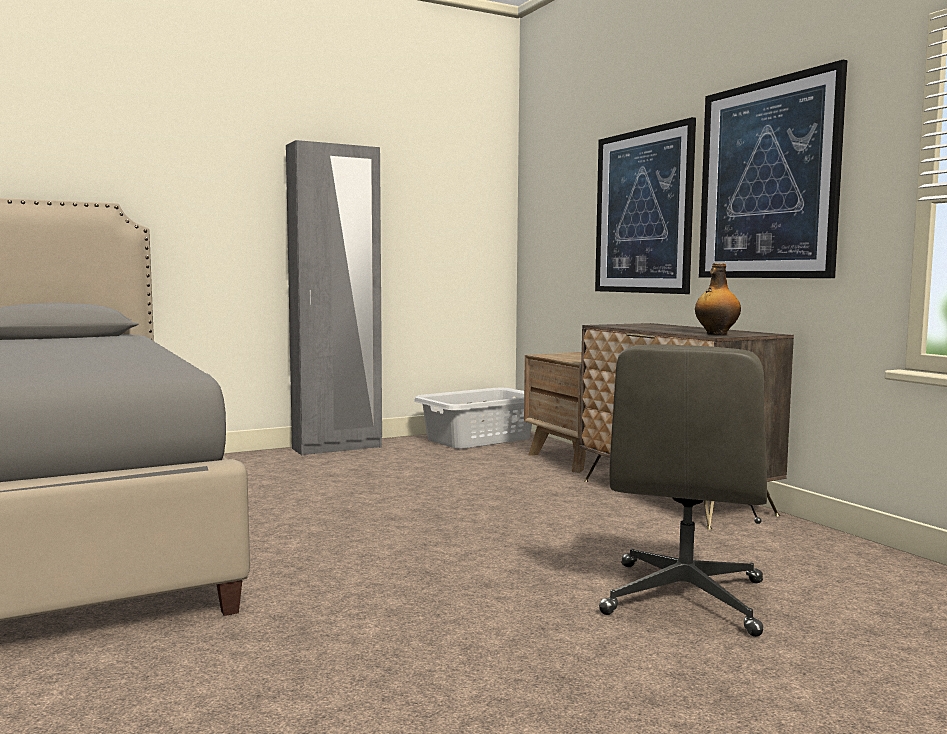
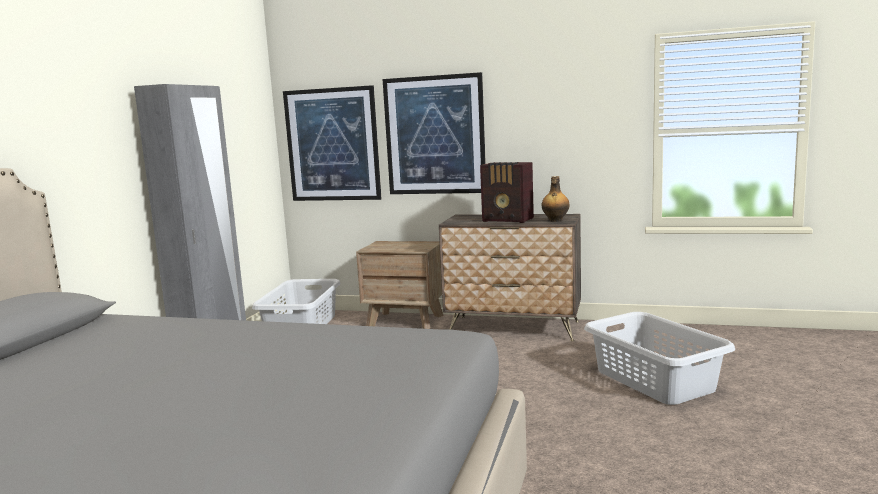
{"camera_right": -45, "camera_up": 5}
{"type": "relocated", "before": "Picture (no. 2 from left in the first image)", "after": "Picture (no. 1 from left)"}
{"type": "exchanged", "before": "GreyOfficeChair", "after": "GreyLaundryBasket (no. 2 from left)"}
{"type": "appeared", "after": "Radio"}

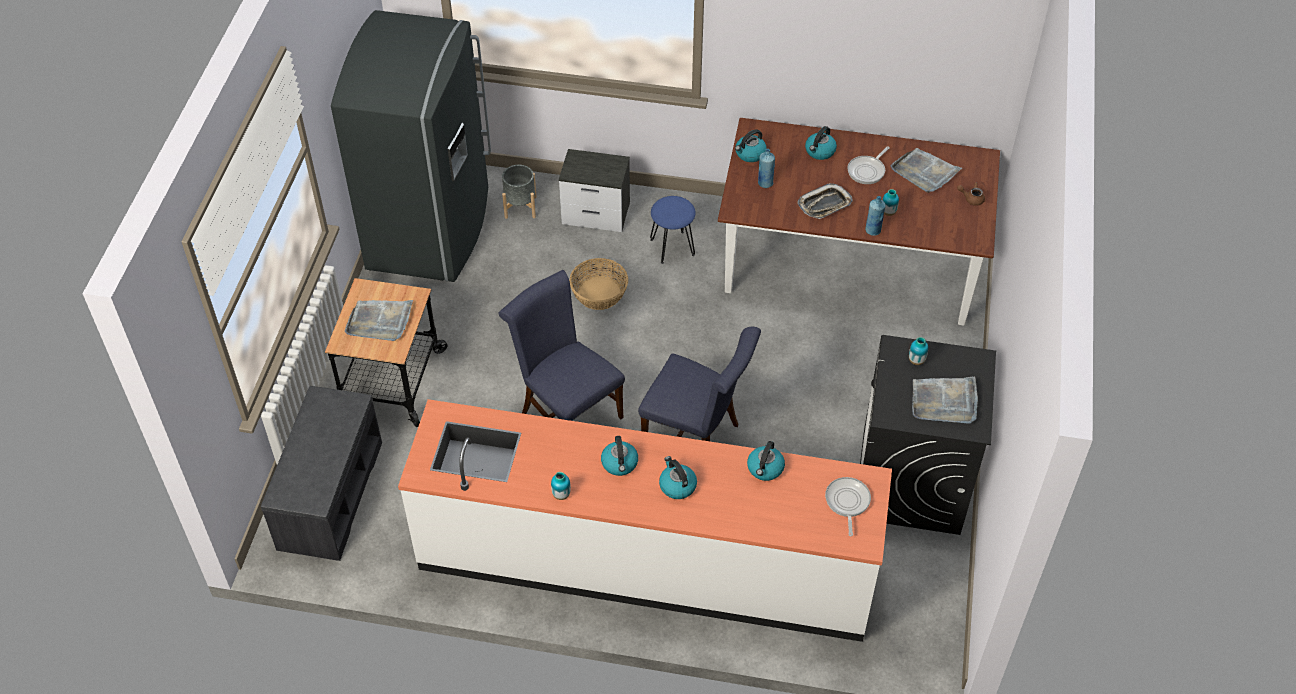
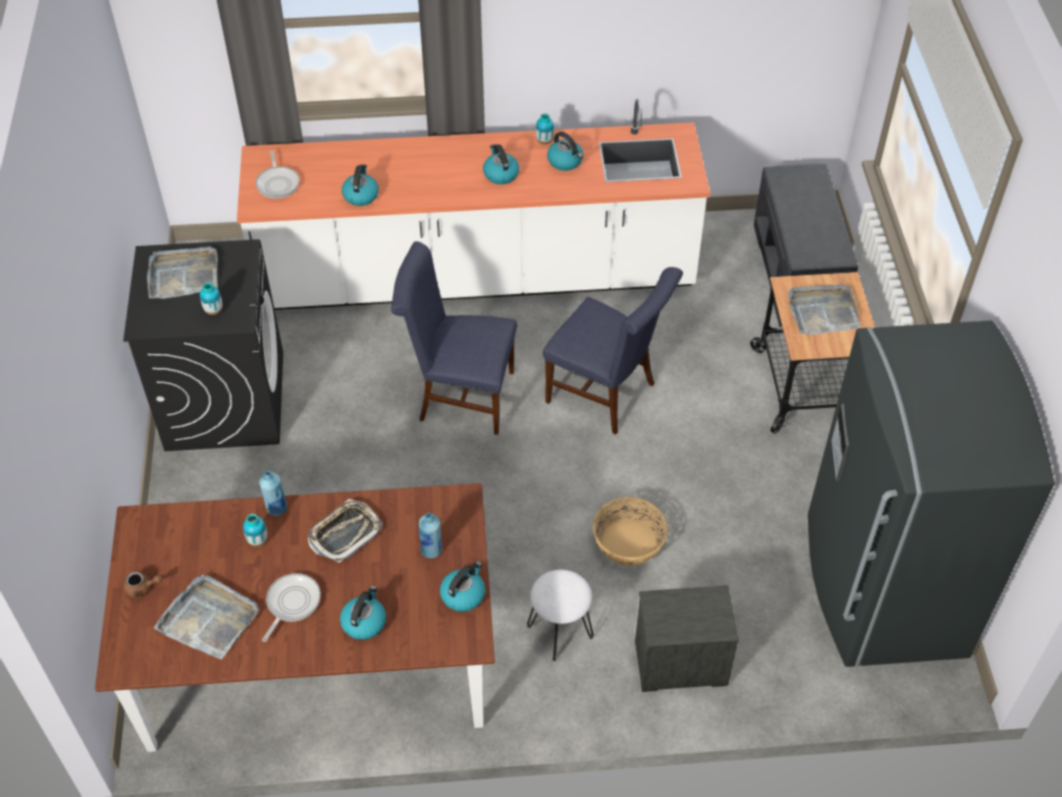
{"camera_right": 165, "camera_up": 0}
{"type": "missing", "before": "GreyPlanter"}
{"type": "colour", "before": "BlueStool", "after": "WhiteStool"}
{"type": "relocated", "before": "Kettle (no. 2 from left in the first image)", "after": "Kettle (no. 5 from left)"}

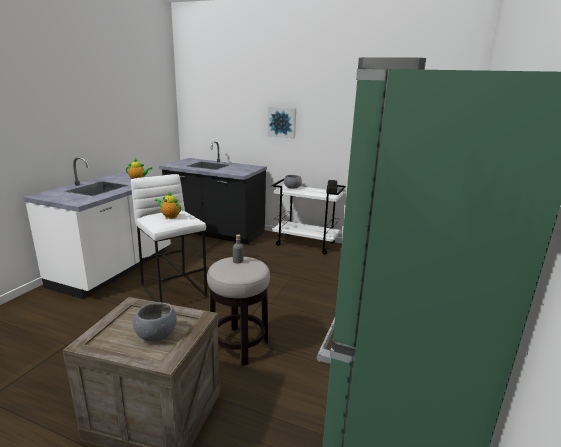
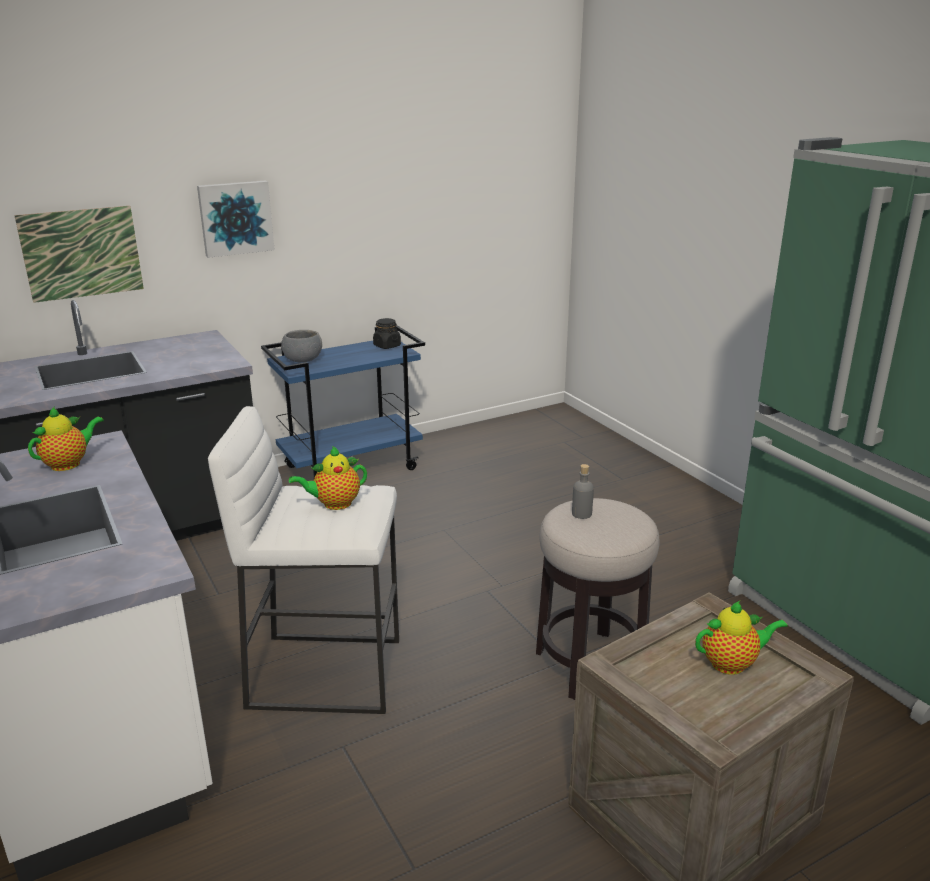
{"camera_right": -50, "camera_up": 5}
{"type": "colour", "before": "WhiteCart", "after": "BlueCart"}
{"type": "exchanged", "before": "GreyBowl (no. 1 from left)", "after": "Teapot (no. 3 from left)"}
{"type": "appeared", "after": "Picture (no. 1 from left)"}

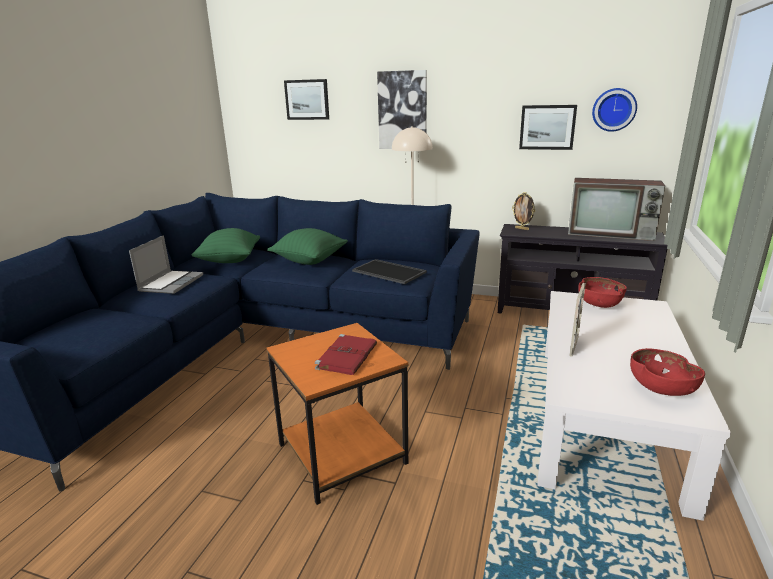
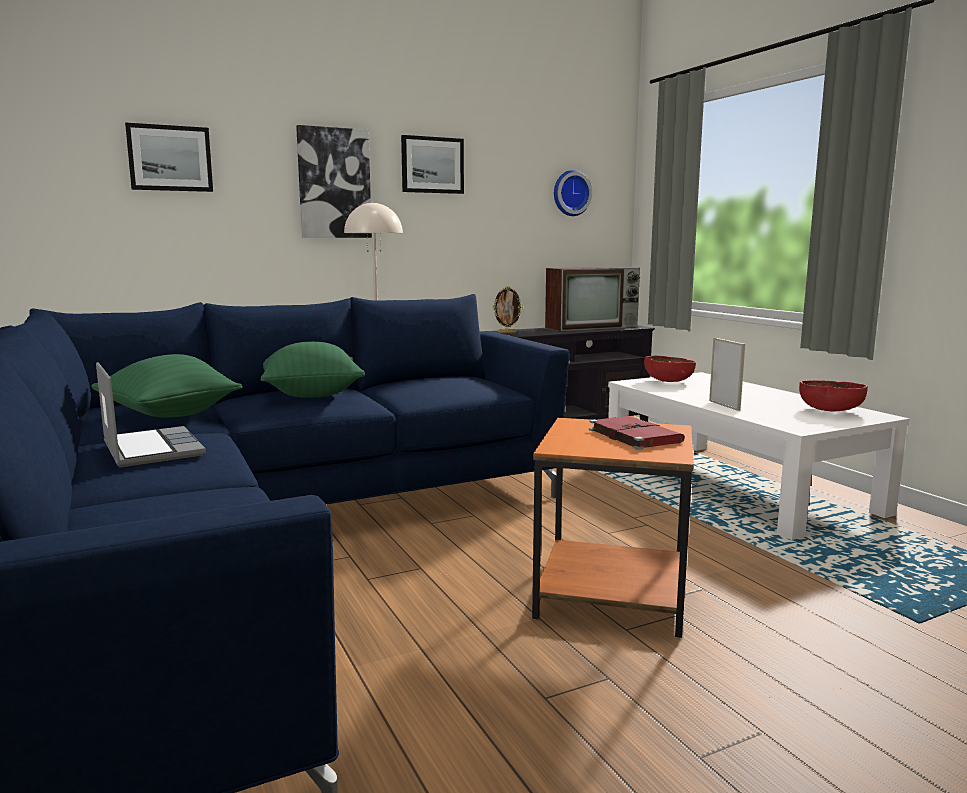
{"camera_right": -45, "camera_up": -10}
{"type": "relocated", "before": "Picture (no. 3 from left)"}
{"type": "missing", "before": "Tray"}

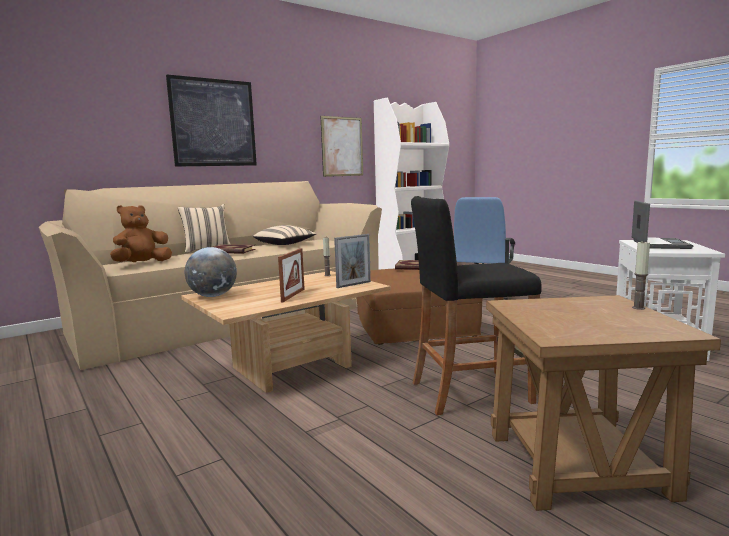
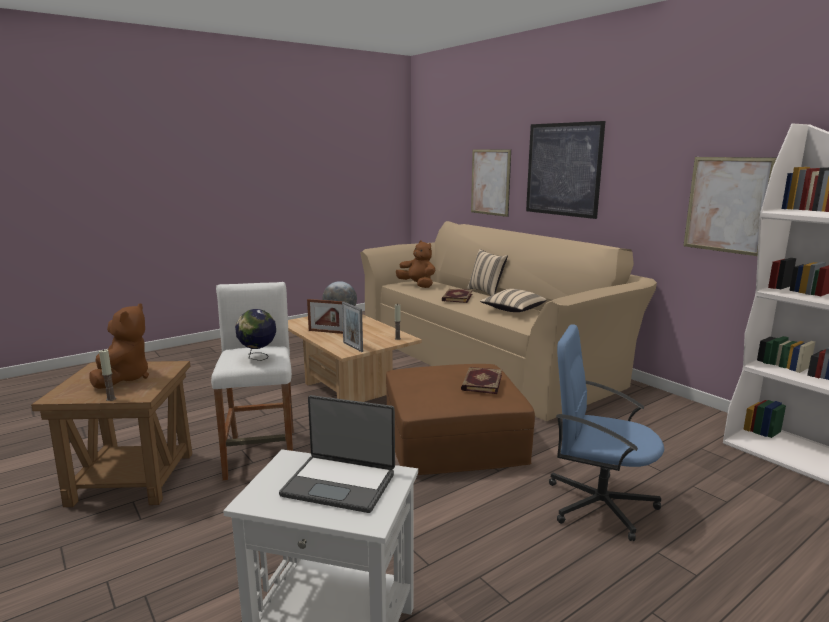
{"camera_right": 90, "camera_up": 5}
{"type": "colour", "before": "BlackStool", "after": "WhiteStool"}
{"type": "appeared", "after": "Picture (no. 1 from left)"}
{"type": "appeared", "after": "BrownPlushToy (no. 1 from left)"}
{"type": "appeared", "after": "Globe (no. 1 from left)"}

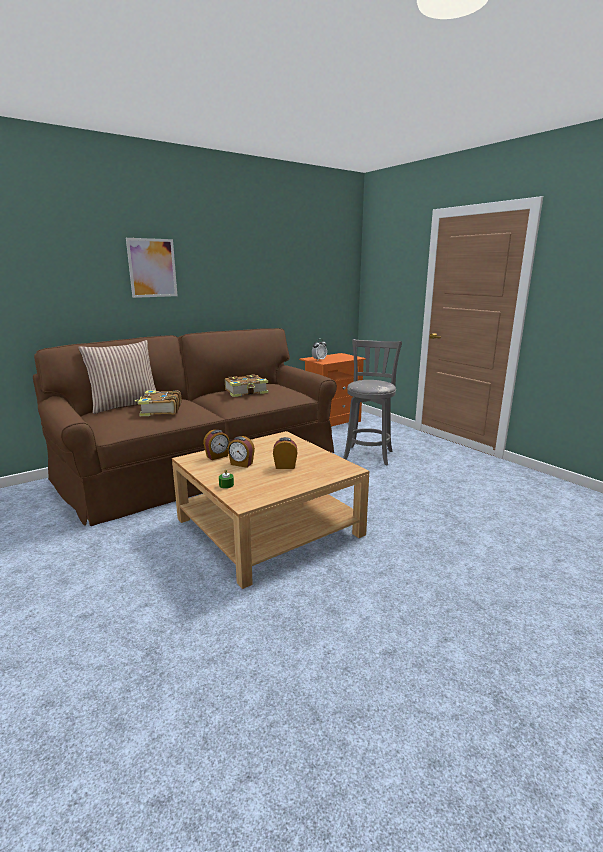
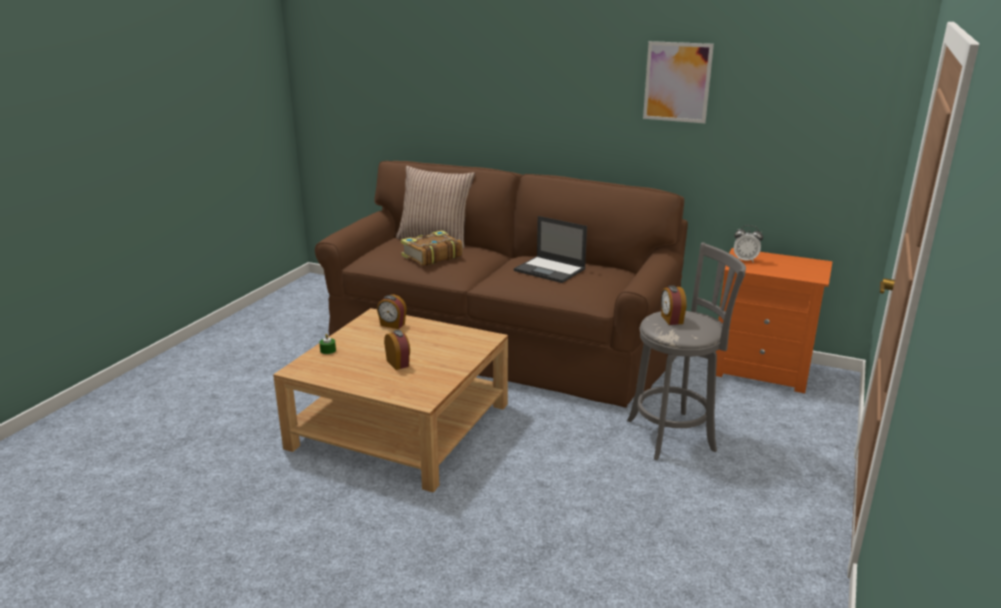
{"camera_right": 60, "camera_up": 5}
{"type": "relocated", "before": "Picture"}
{"type": "exchanged", "before": "Book (no. 2 from left)", "after": "Laptop"}
{"type": "relocated", "before": "AlarmClock (no. 2 from left in the first image)", "after": "AlarmClock (no. 3 from left)"}

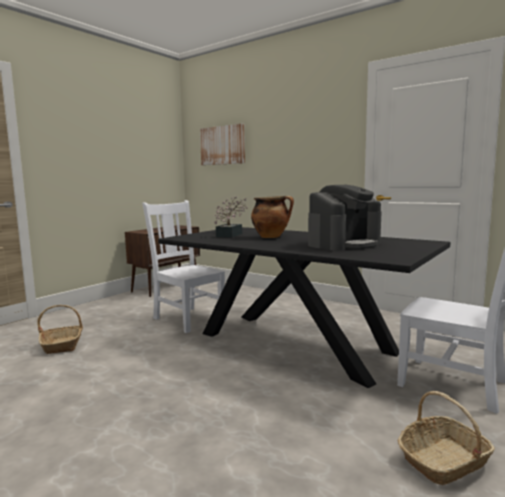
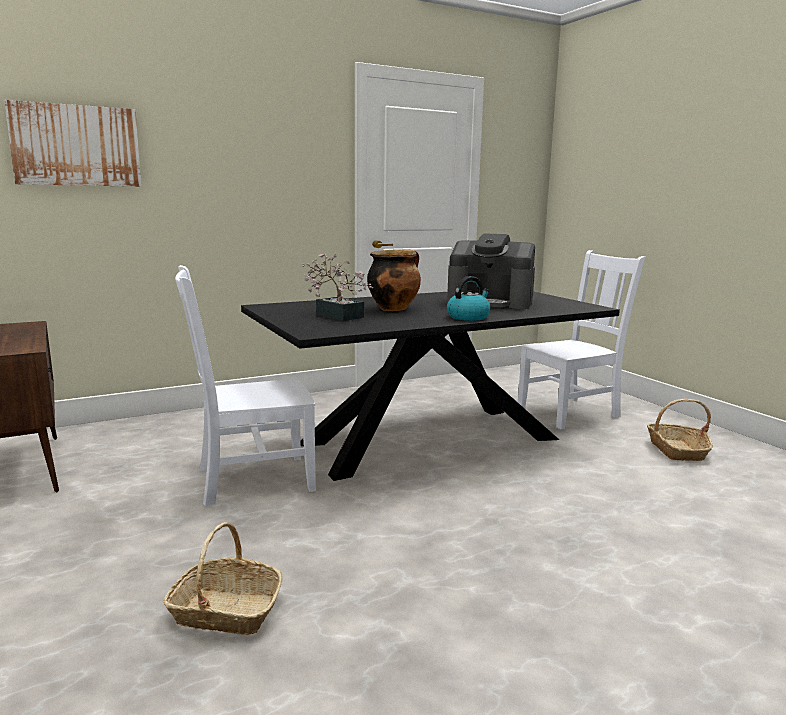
{"camera_right": -65, "camera_up": 5}
{"type": "spun", "before": "CoffeeMachine", "turn": 120}
{"type": "appeared", "after": "Kettle"}

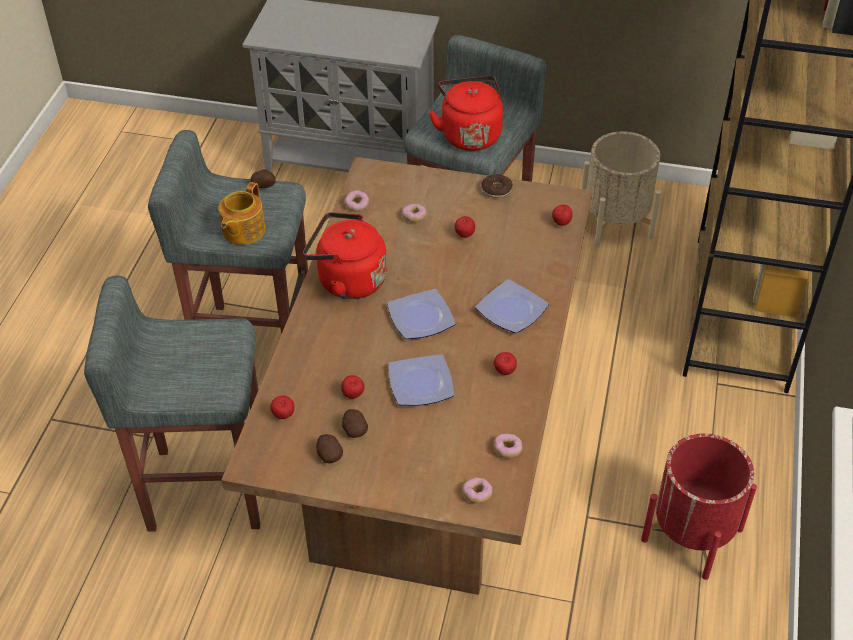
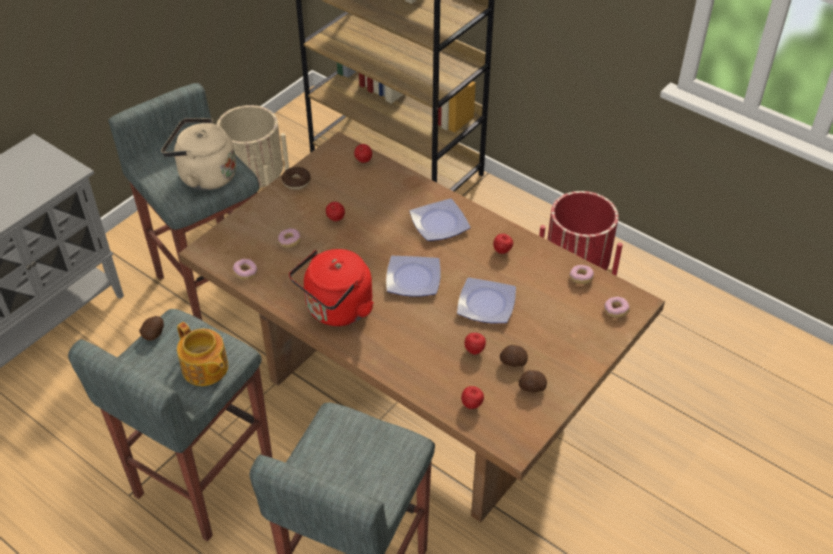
{"camera_right": -65, "camera_up": 0}
{"type": "colour", "before": "RedKettle (no. 2 from left)", "after": "BeigeKettle"}

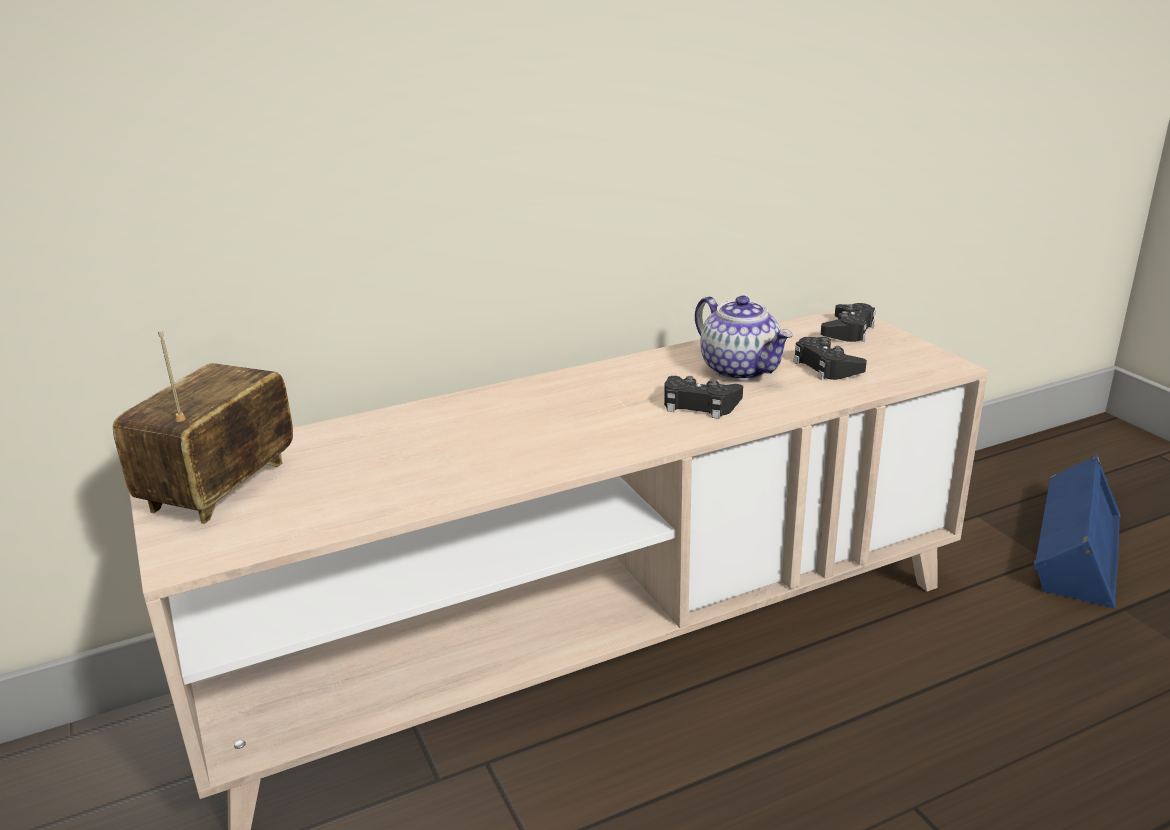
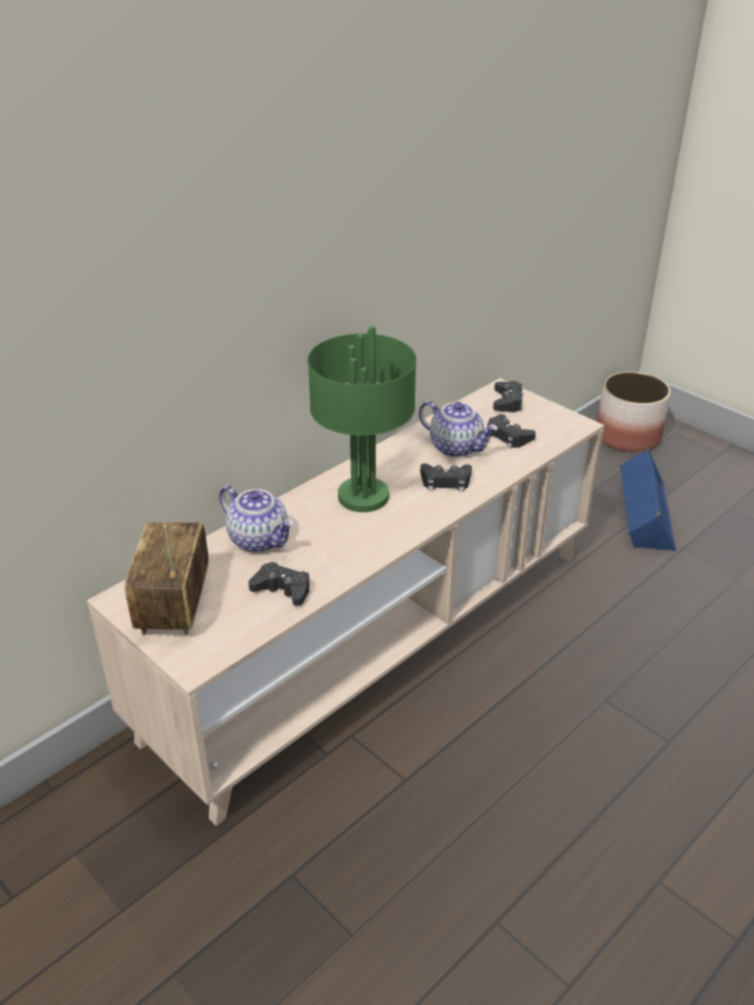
{"camera_right": -20, "camera_up": 10}
{"type": "appeared", "after": "GreenTableLamp"}
{"type": "appeared", "after": "Planter"}
{"type": "appeared", "after": "Teapot (no. 1 from left)"}
{"type": "appeared", "after": "BlackGameController (no. 1 from left)"}

